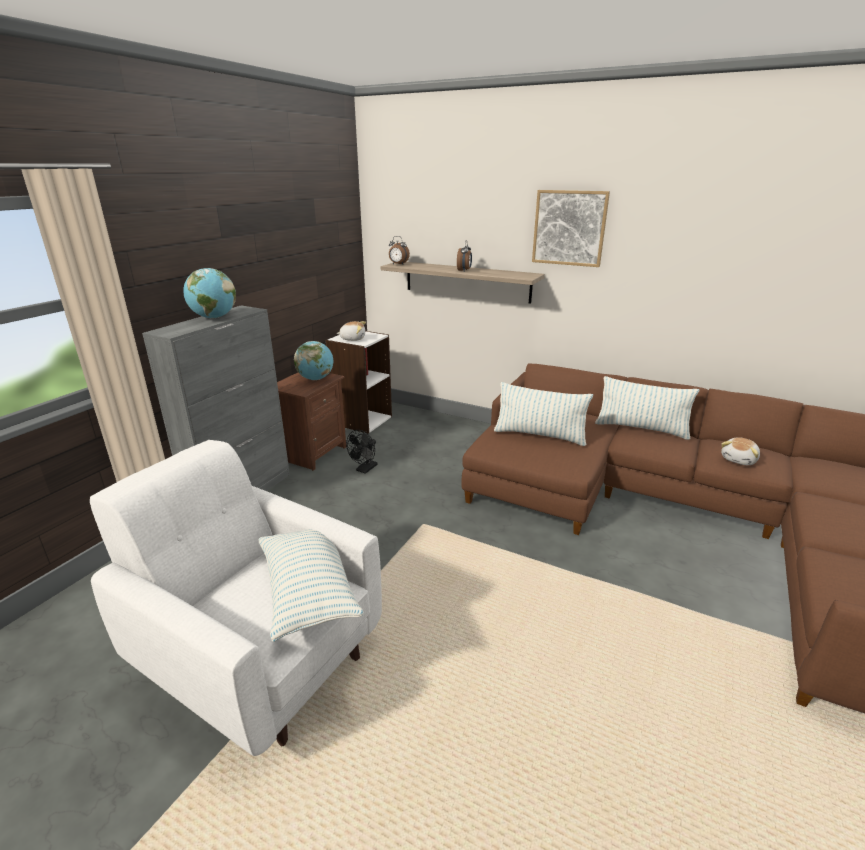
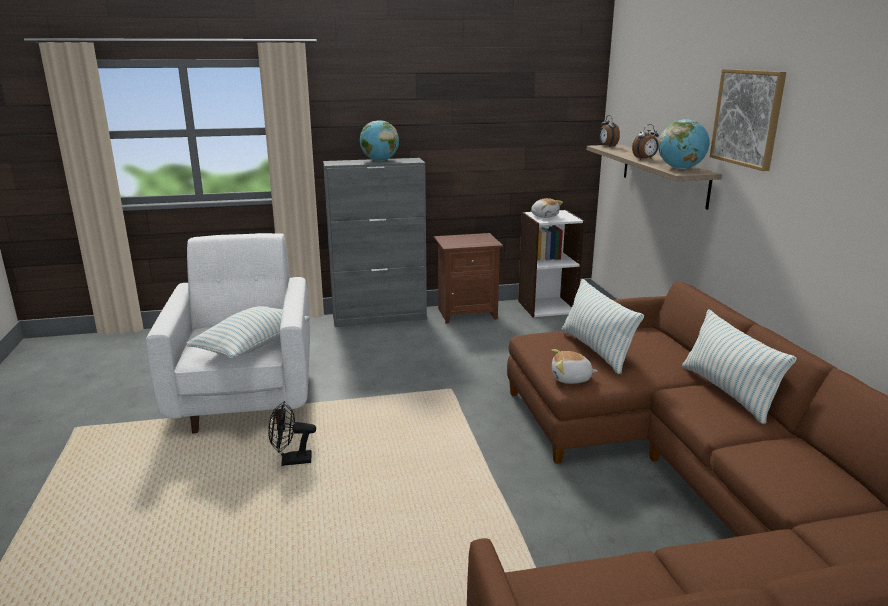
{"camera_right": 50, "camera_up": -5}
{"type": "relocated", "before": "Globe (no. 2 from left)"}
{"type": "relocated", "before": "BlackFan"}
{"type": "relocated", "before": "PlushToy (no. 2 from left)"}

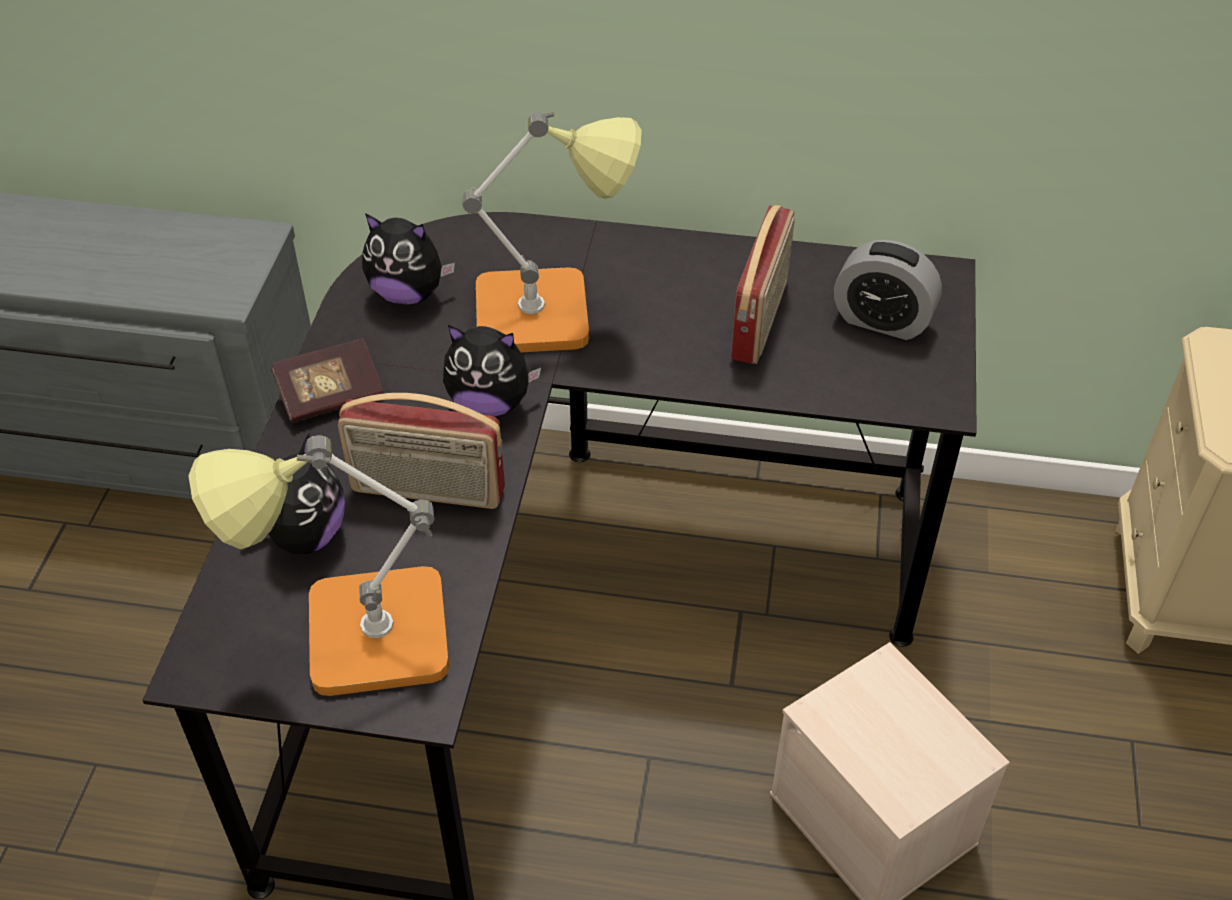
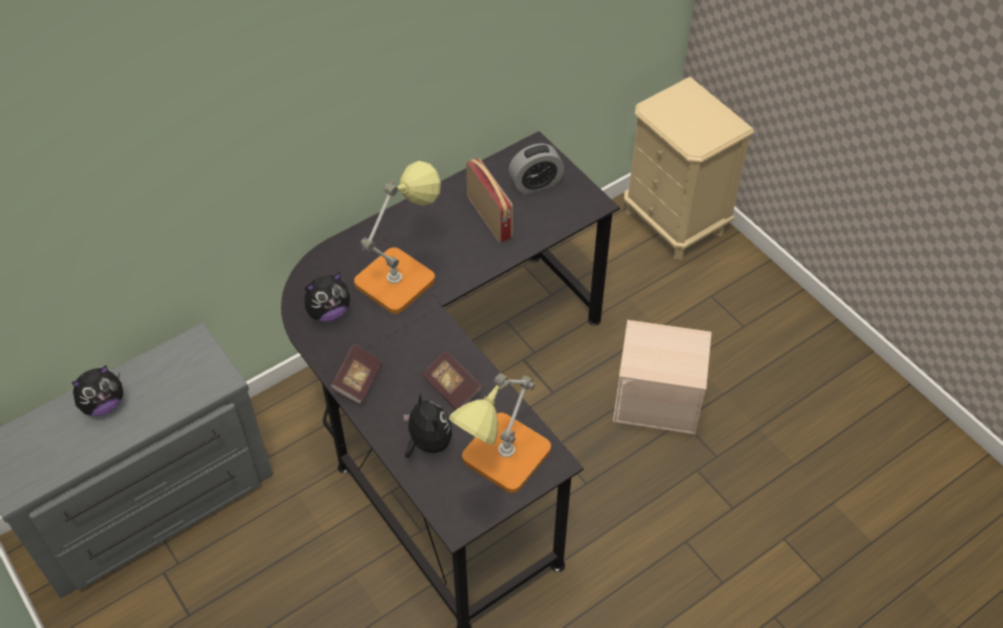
{"camera_right": -45, "camera_up": 5}
{"type": "relocated", "before": "PlushToy (no. 3 from left in the first image)", "after": "PlushToy (no. 1 from left)"}
{"type": "exchanged", "before": "Radio (no. 1 from left)", "after": "Book (no. 2 from left)"}

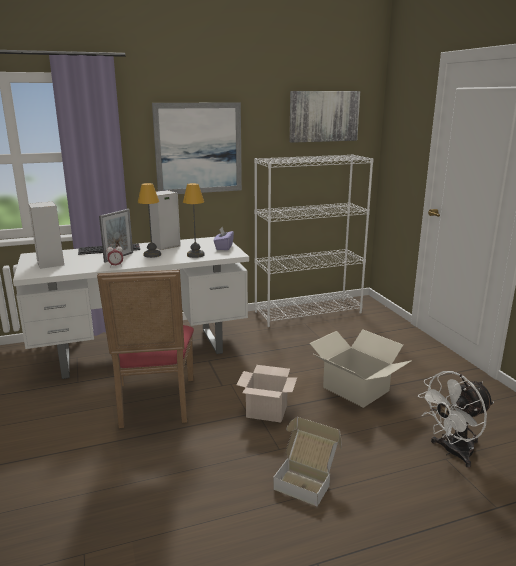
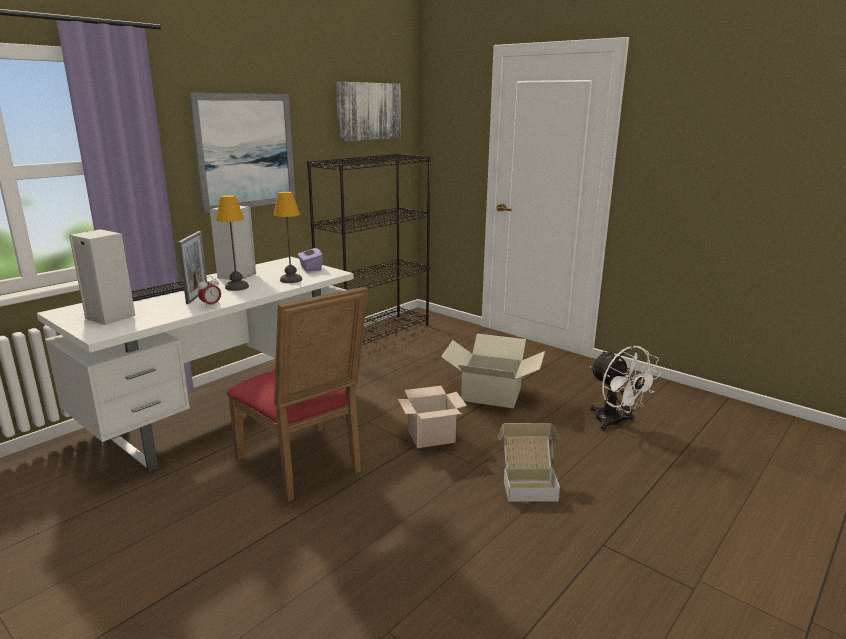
{"camera_right": -30, "camera_up": 0}
{"type": "colour", "before": "WhiteBookcase", "after": "BlackBookcase"}
{"type": "spun", "before": "WhiteFan", "turn": -60}

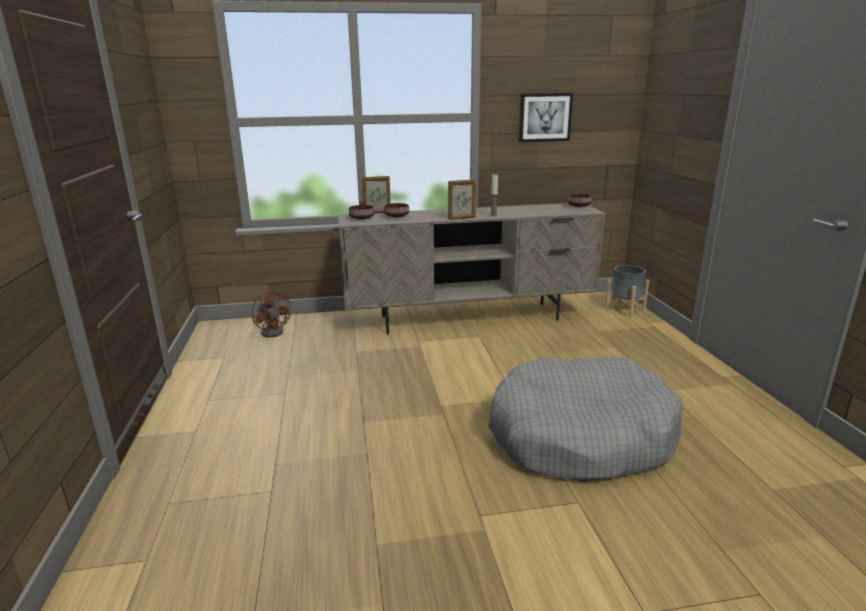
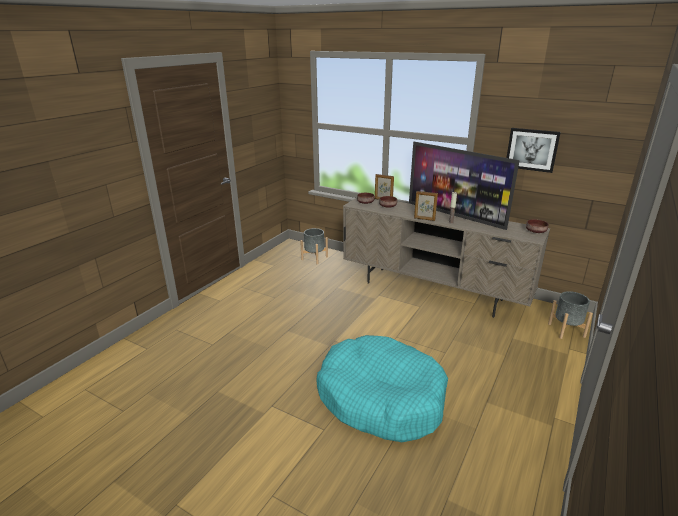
{"camera_right": 40, "camera_up": 5}
{"type": "exchanged", "before": "BrownFan", "after": "GreyPlanter (no. 1 from left)"}
{"type": "colour", "before": "GreyDogBed", "after": "TurquoiseDogBed"}
{"type": "appeared", "after": "Television"}

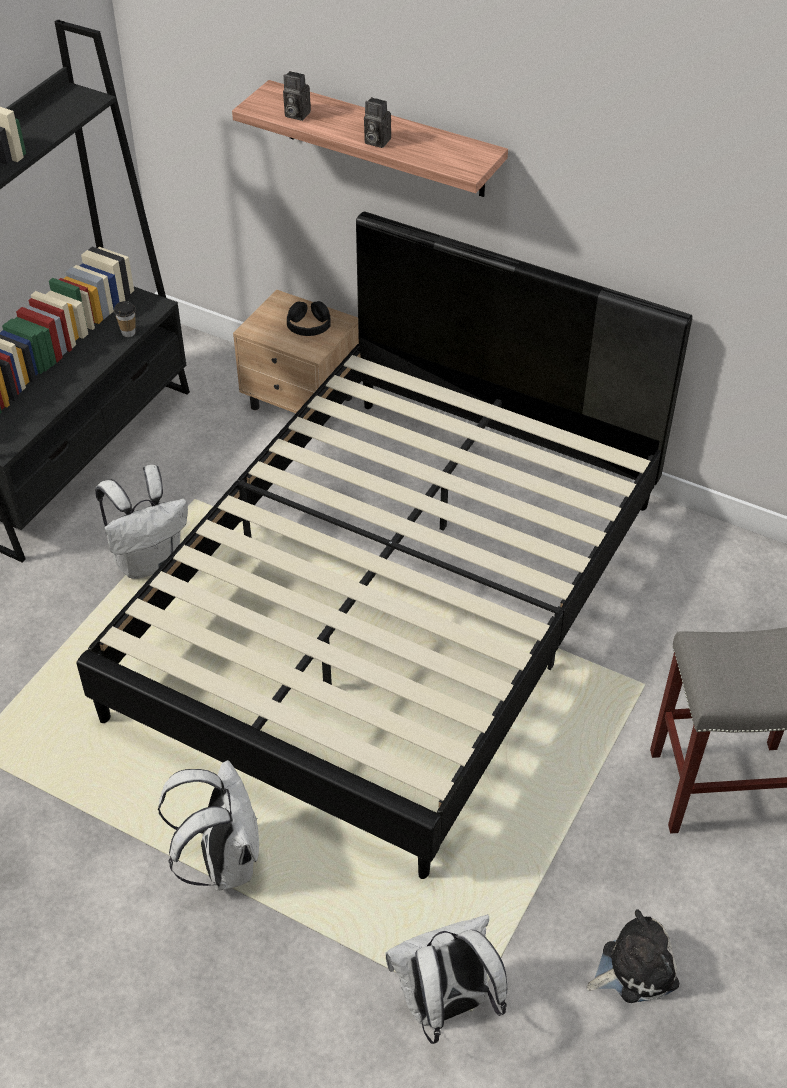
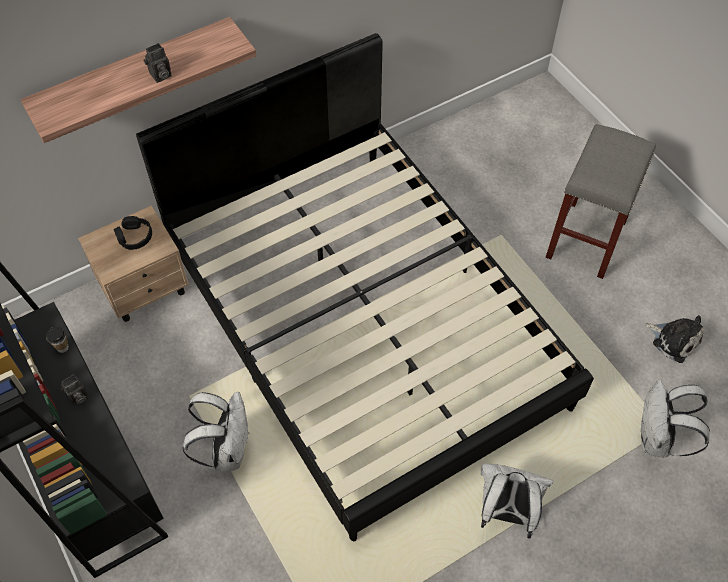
{"camera_right": -60, "camera_up": 10}
{"type": "relocated", "before": "PhotoCamera (no. 1 from left)"}
{"type": "spun", "before": "PlushToy", "turn": 120}

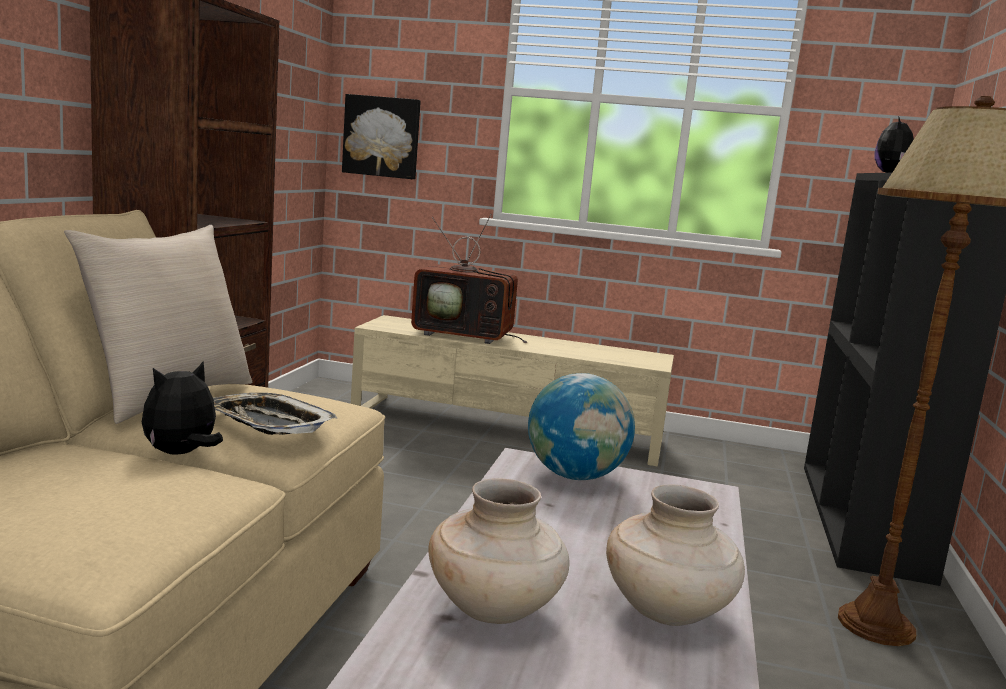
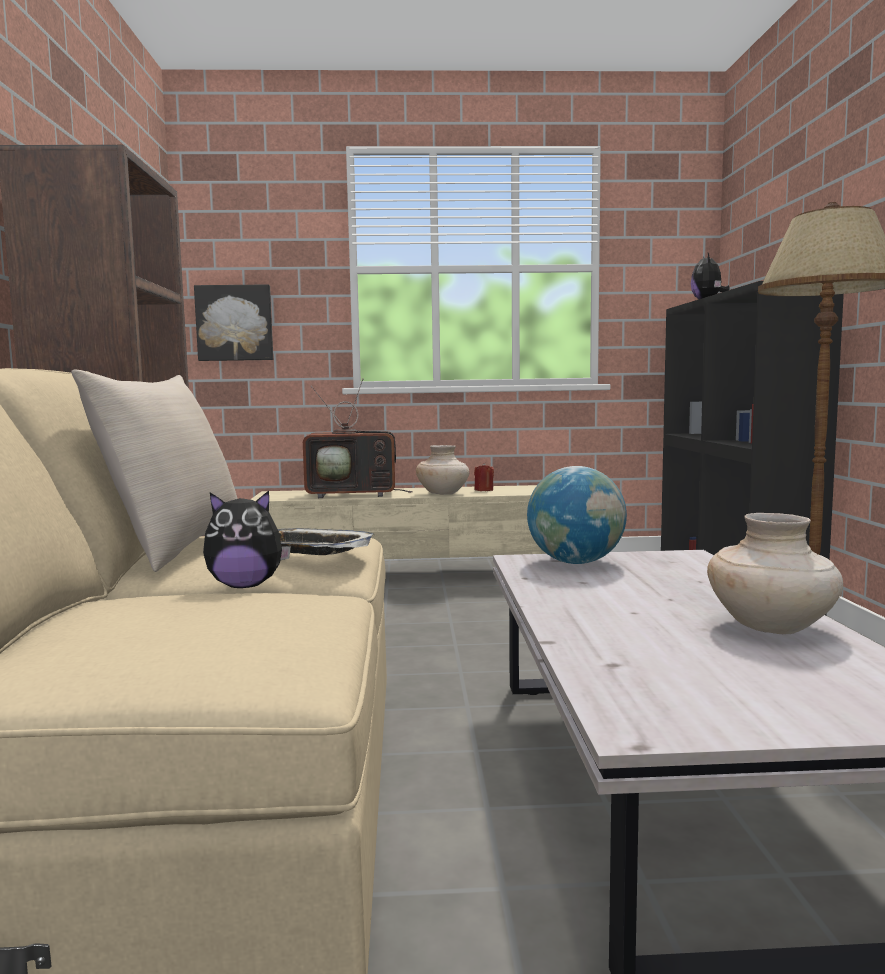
{"camera_right": -15, "camera_up": -5}
{"type": "spun", "before": "PlushToy (no. 1 from left)", "turn": -120}
{"type": "relocated", "before": "BeigeVase (no. 1 from left)"}
{"type": "appeared", "after": "RedCandle"}

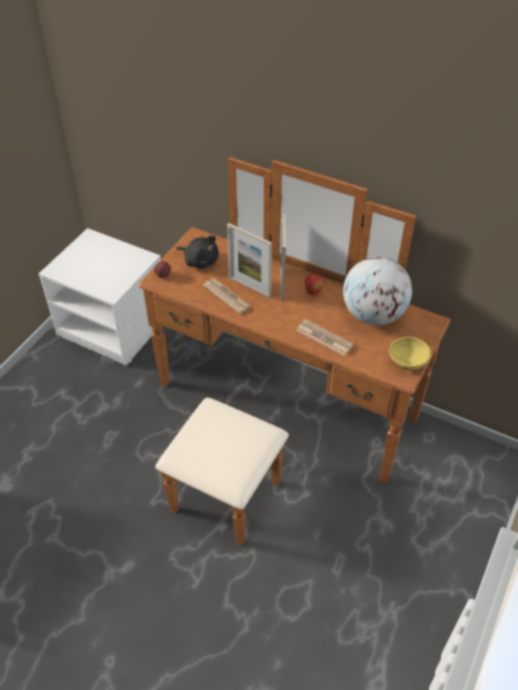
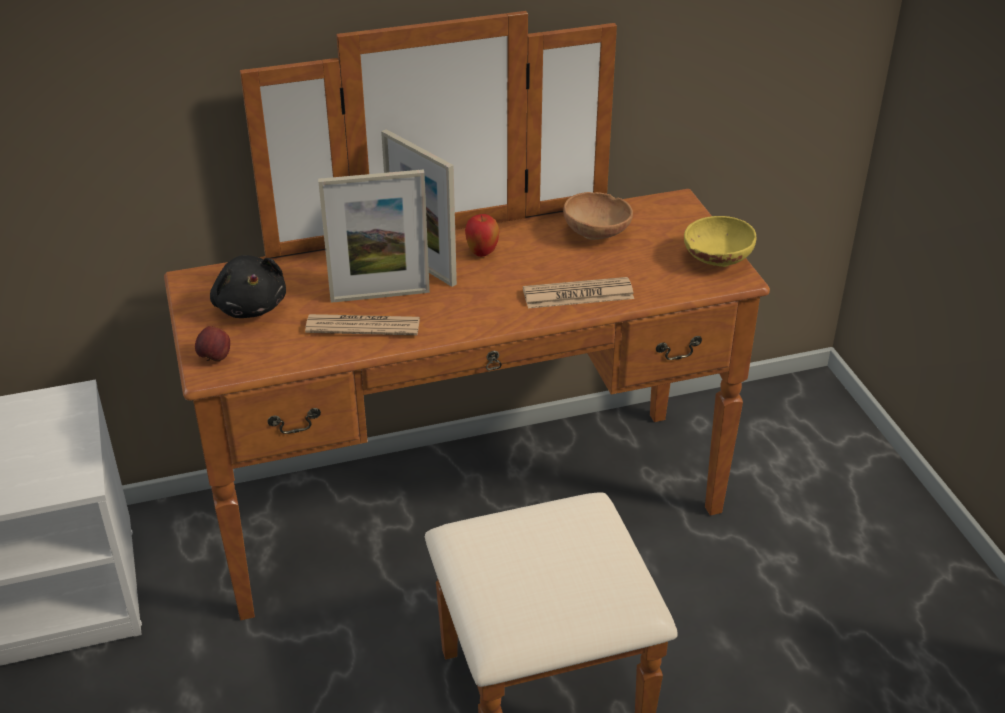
{"camera_right": -45, "camera_up": -10}
{"type": "spun", "before": "BlackPlushToy", "turn": 75}
{"type": "exchanged", "before": "Globe", "after": "BrownBowl"}

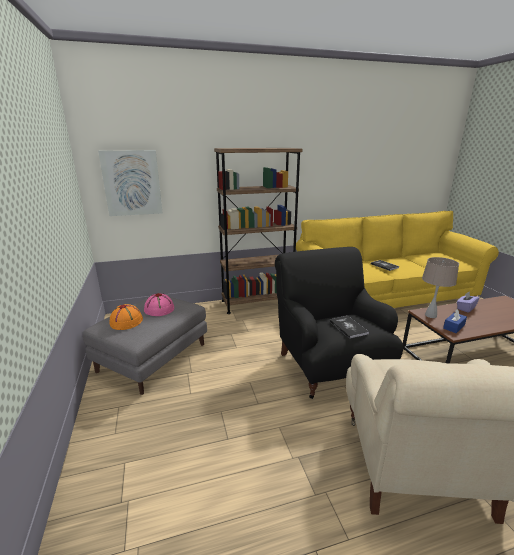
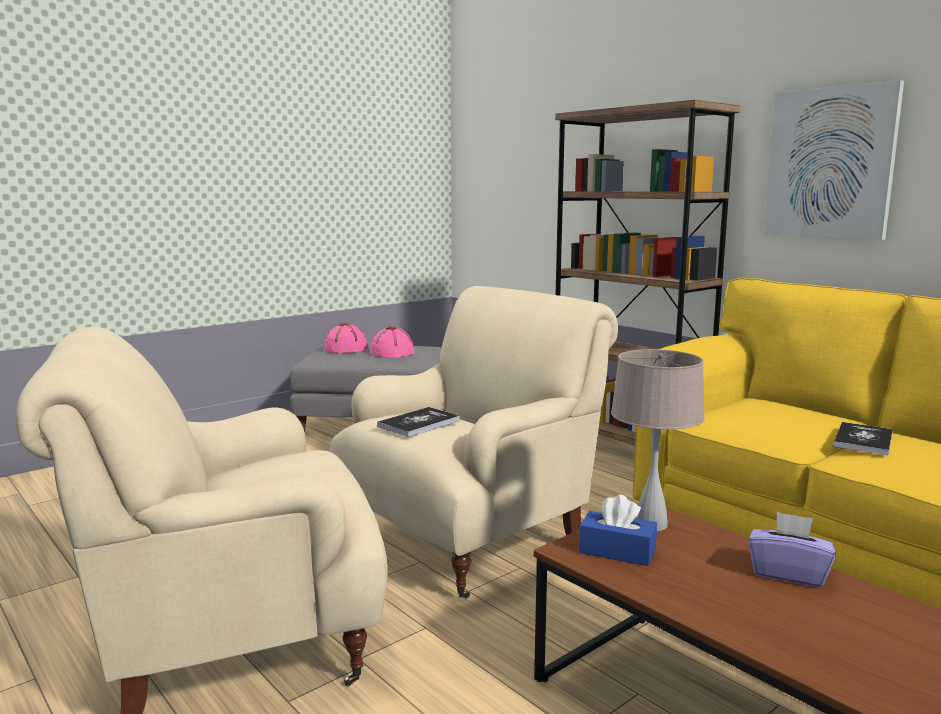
{"camera_right": 65, "camera_up": -10}
{"type": "relocated", "before": "Picture"}
{"type": "colour", "before": "BlackArmchair", "after": "BeigeArmchair (no. 2 from left)"}
{"type": "colour", "before": "OrangeHat", "after": "PinkHat (no. 1 from left)"}

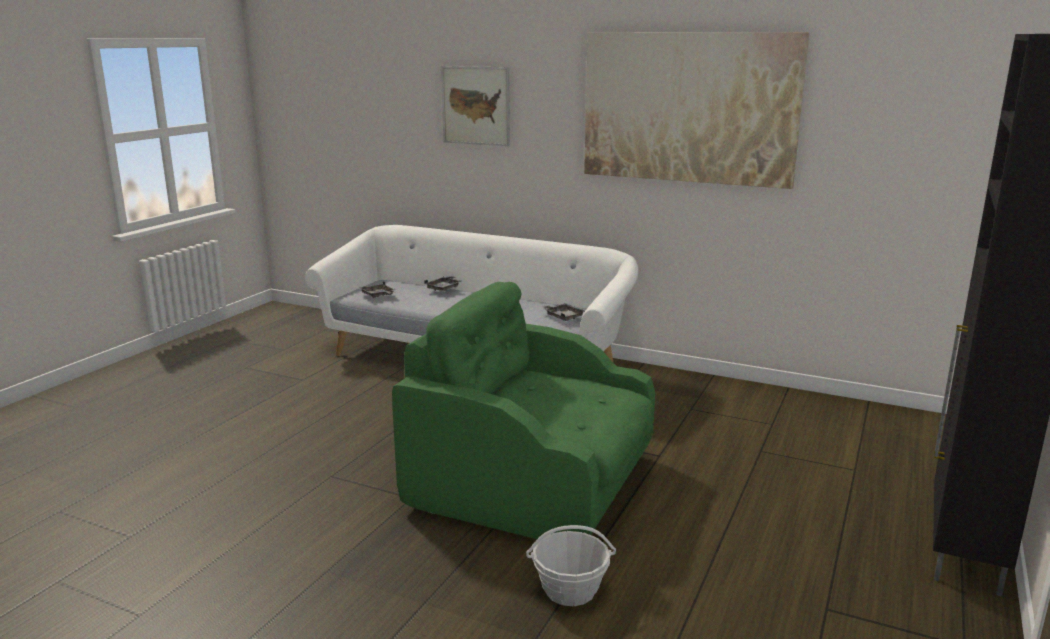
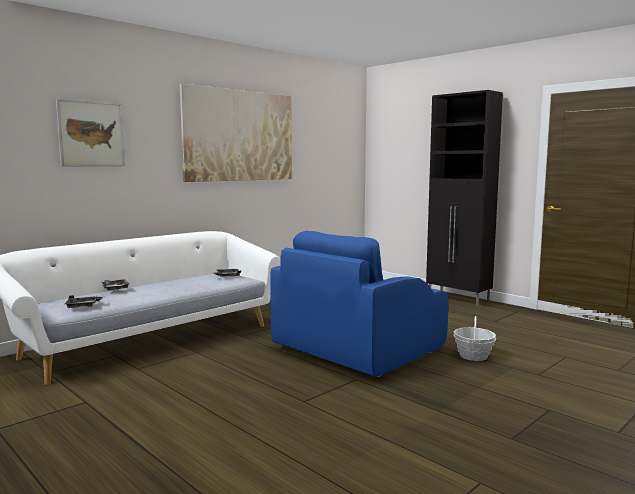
{"camera_right": -70, "camera_up": -10}
{"type": "colour", "before": "GreenArmchair", "after": "BlueArmchair"}

